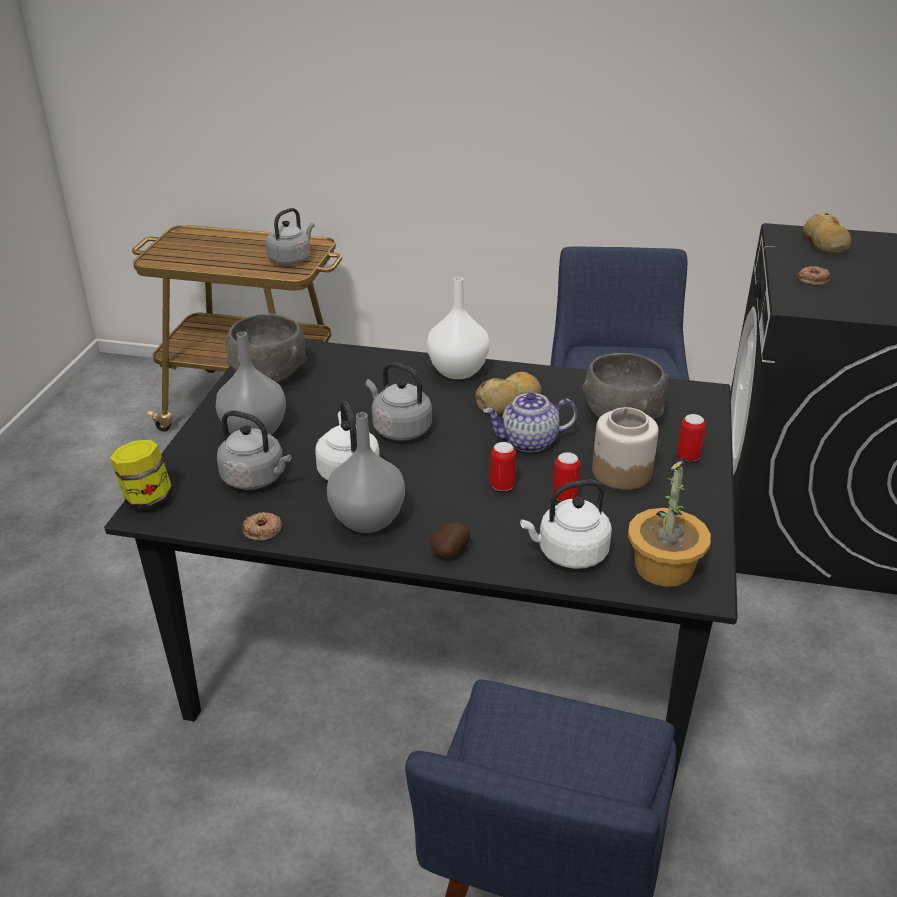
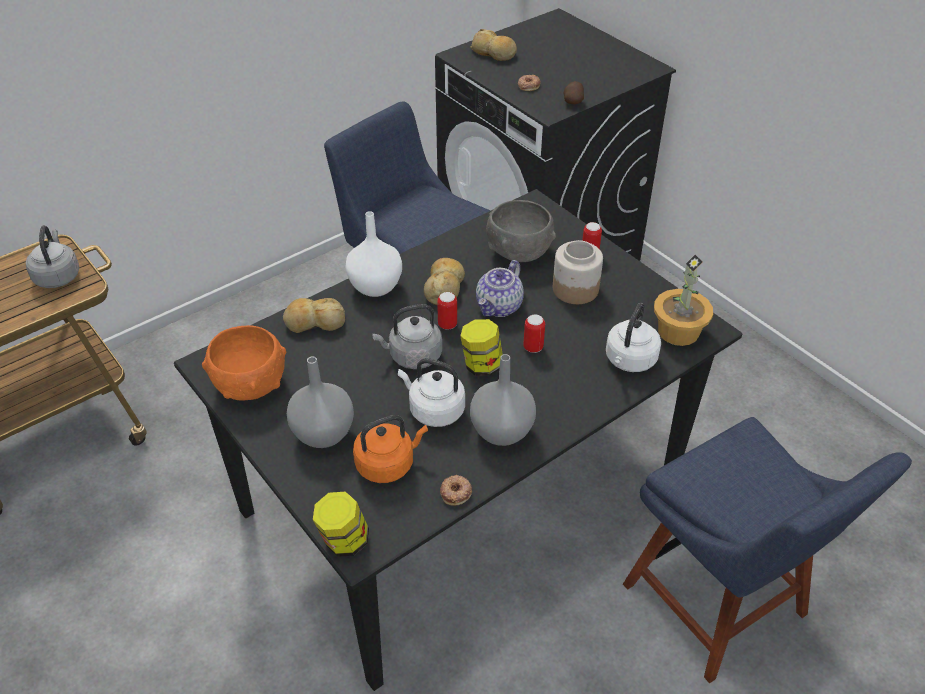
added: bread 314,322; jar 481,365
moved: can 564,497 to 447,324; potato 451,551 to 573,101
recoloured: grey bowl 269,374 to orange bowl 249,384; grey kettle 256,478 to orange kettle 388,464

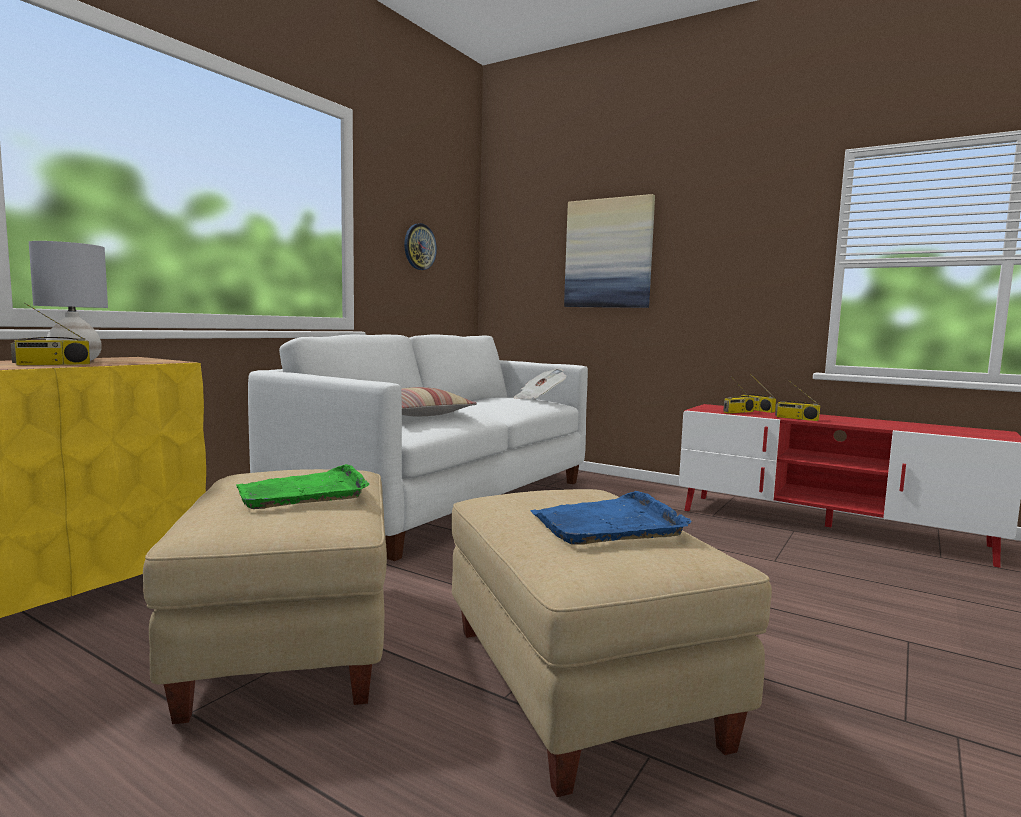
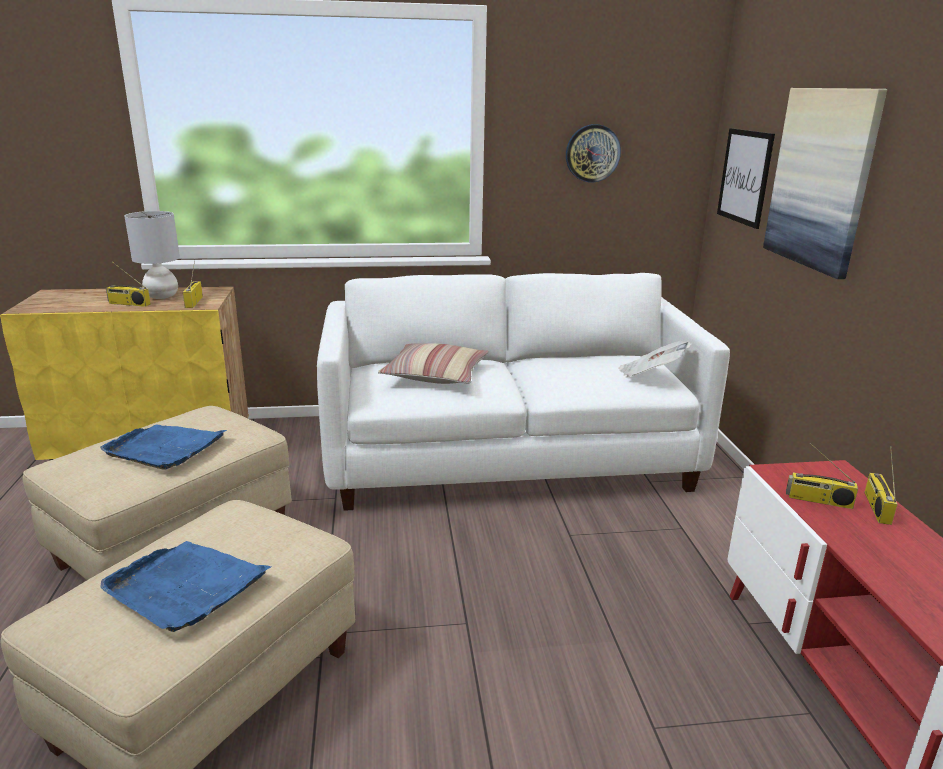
added: picture 745,177
moved: radio 796,418 to 193,302
recoloured: green tray 303,492 to blue tray 164,448

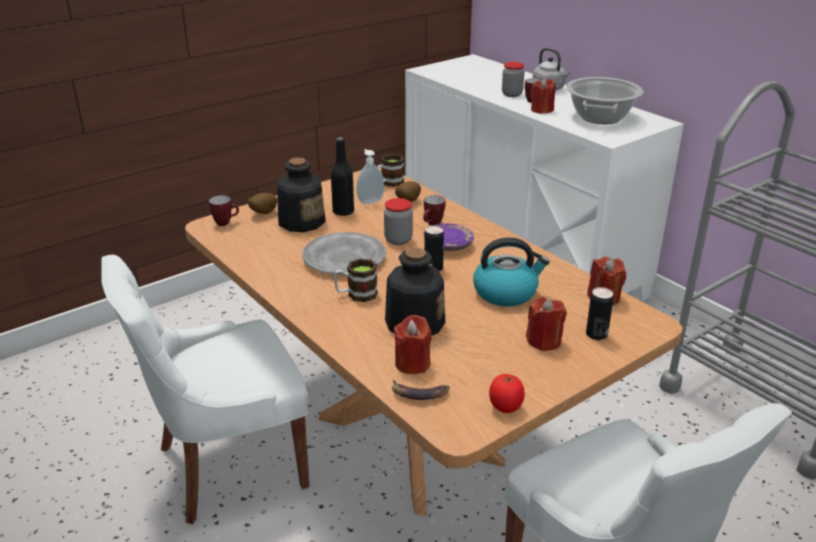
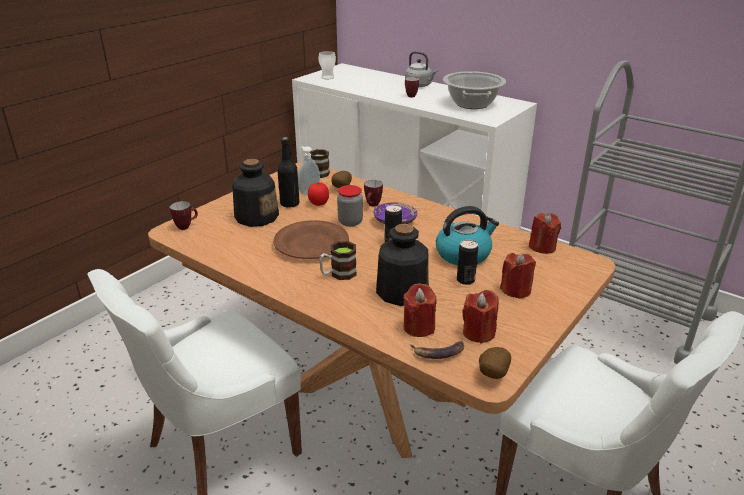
removed: jar 512,94
added: cup 327,77
moved: red candle 541,110 to 478,333; potato 262,213 to 492,375; can 596,334 to 465,280; tomato 505,407 to 318,203
recoloured: grey plate 345,258 to brown plate 312,244

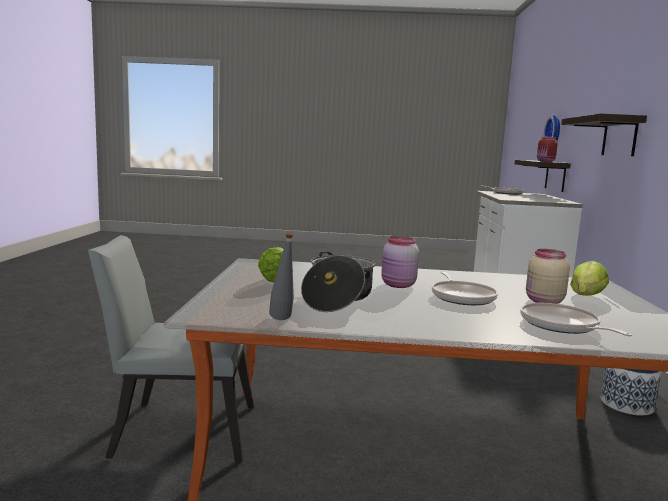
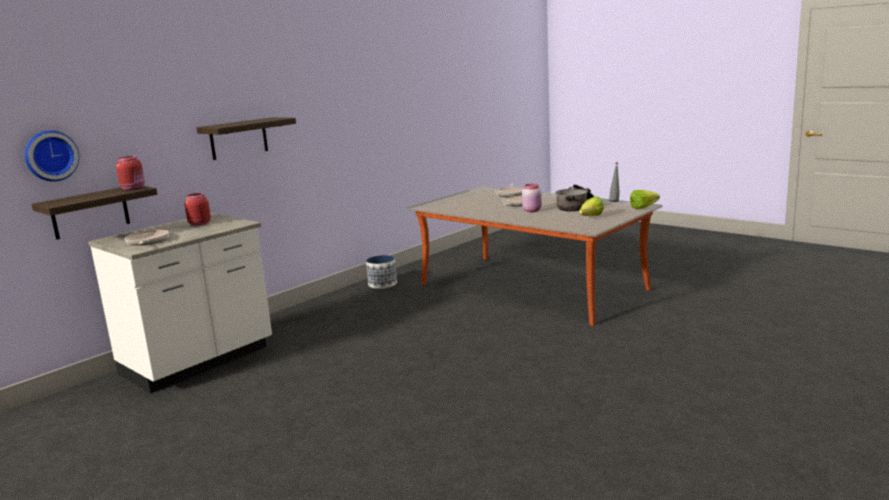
removed: grey chair 177,429; beige jar 543,301
added: red jar 199,224
moved: lettuce 583,298 to 646,207

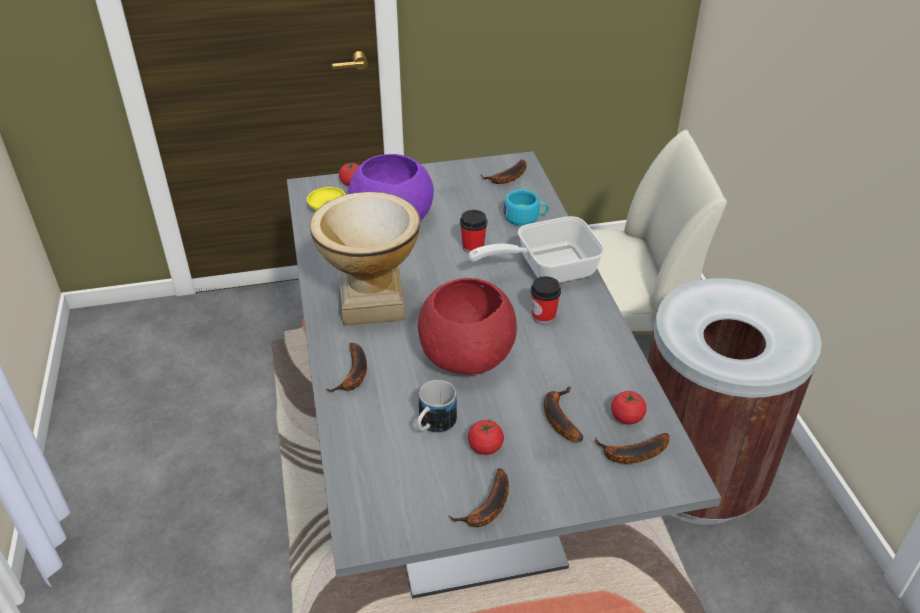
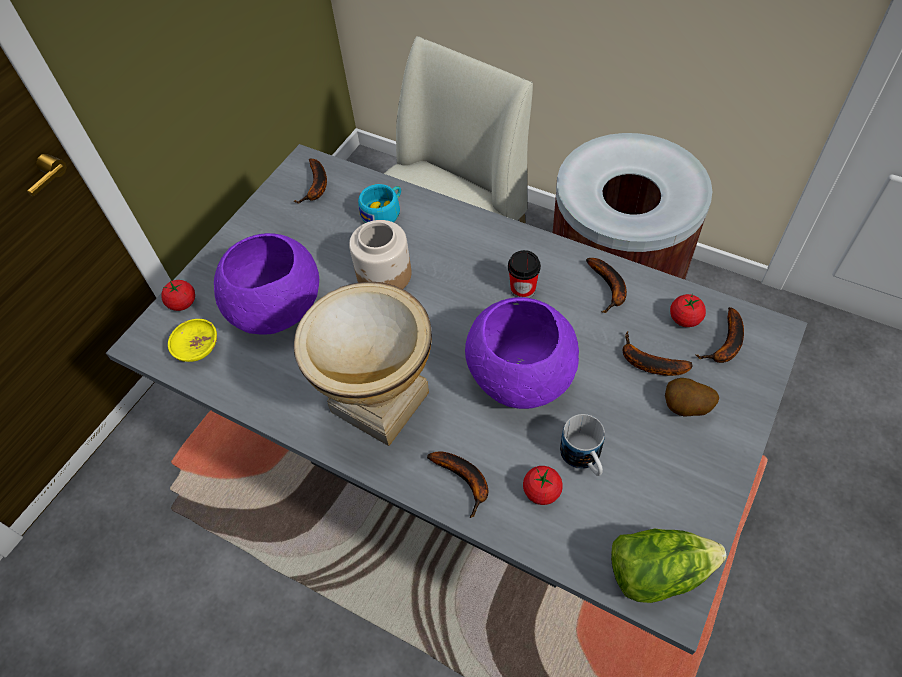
removed: frying pan 546,269
added: potato 685,408; lettuce 657,570
moved: tomato 485,447 to 541,491; banana 487,508 to 609,288
replaced: cup 473,248 to jar 384,276
recoloured: red bowl 467,356 to purple bowl 521,377

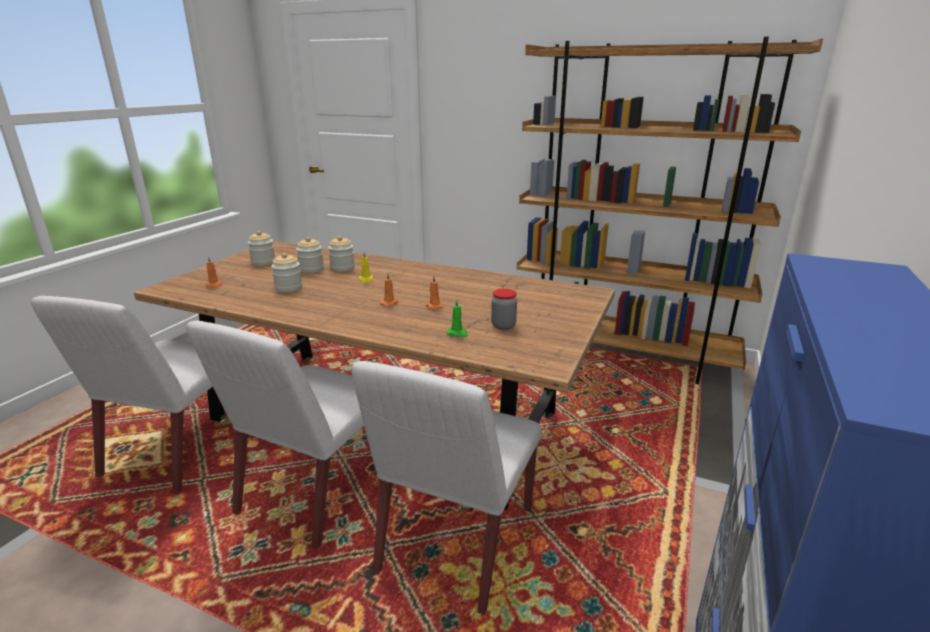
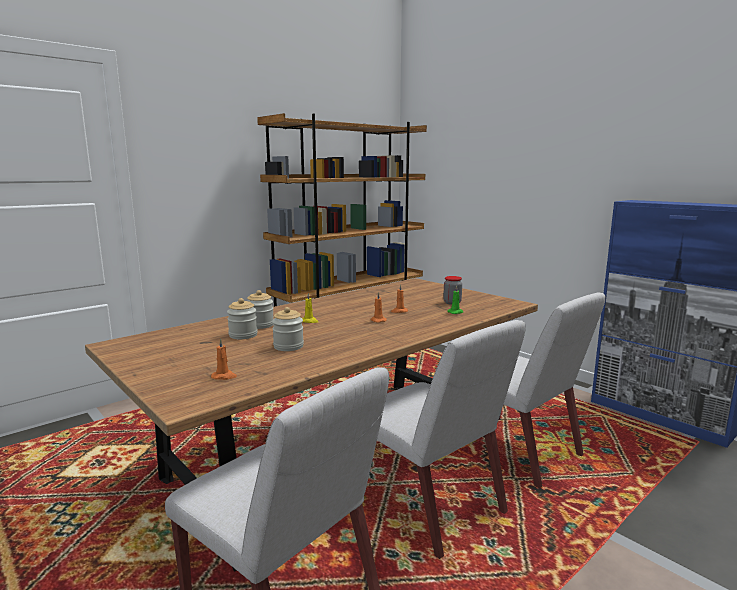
removed: jar 263,262

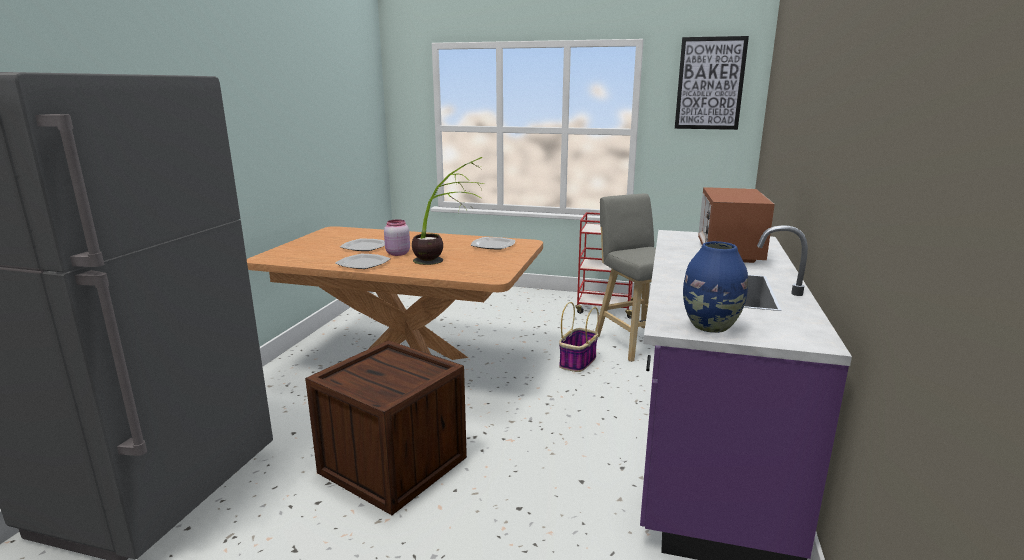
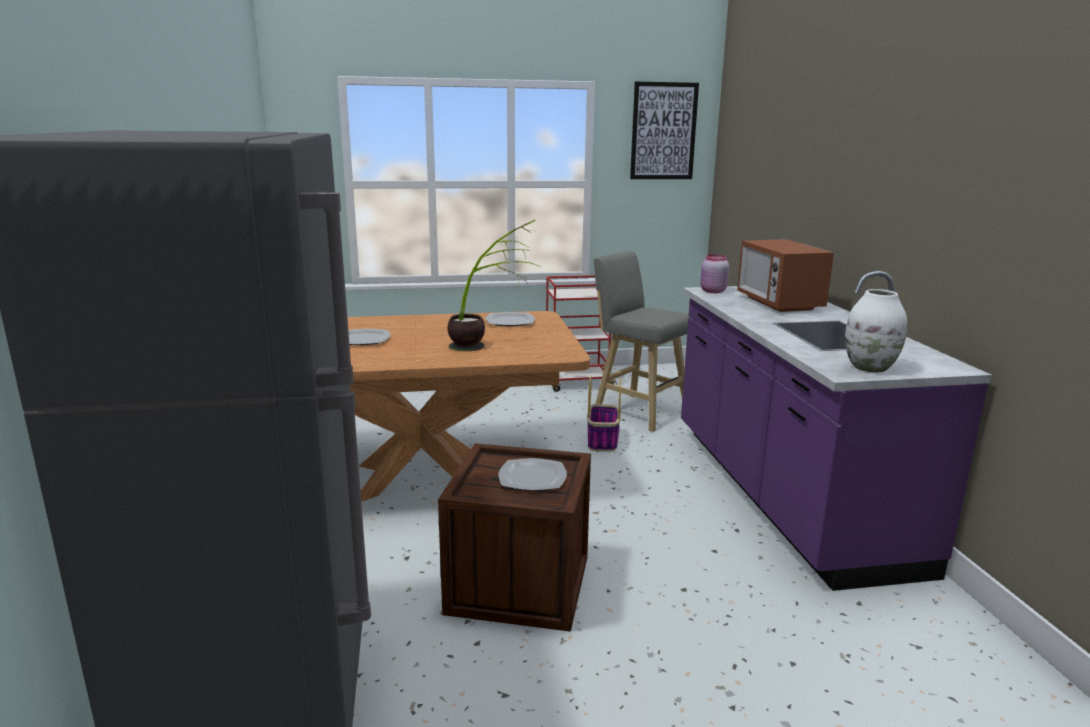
moved: pink jar 397,253 to 712,291; plate 362,263 to 532,478
recoloured: blue vase 710,326 to white vase 870,368

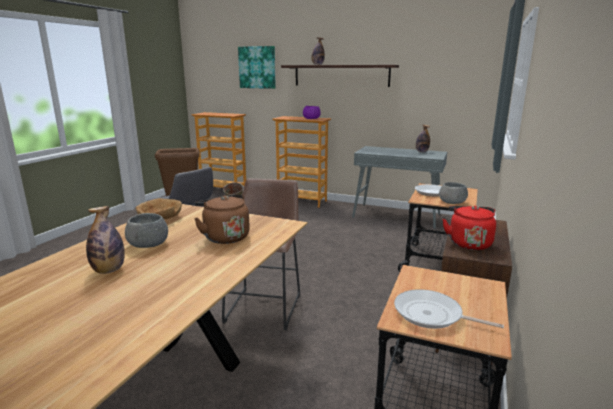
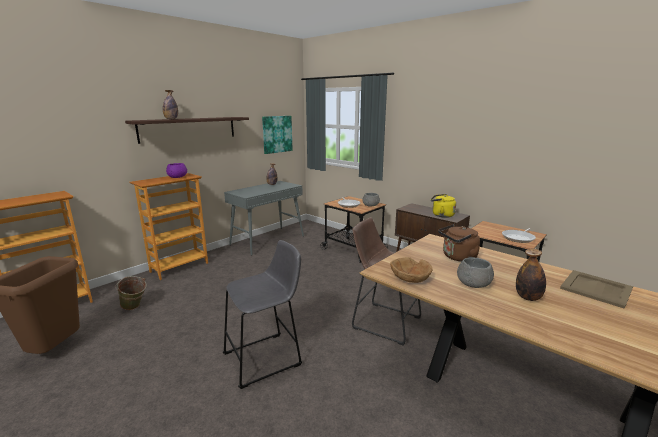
added: beige tray 596,288
moved: picture 257,67 to 277,134
recoloured: red kettle 468,243 to yellow kettle 441,215

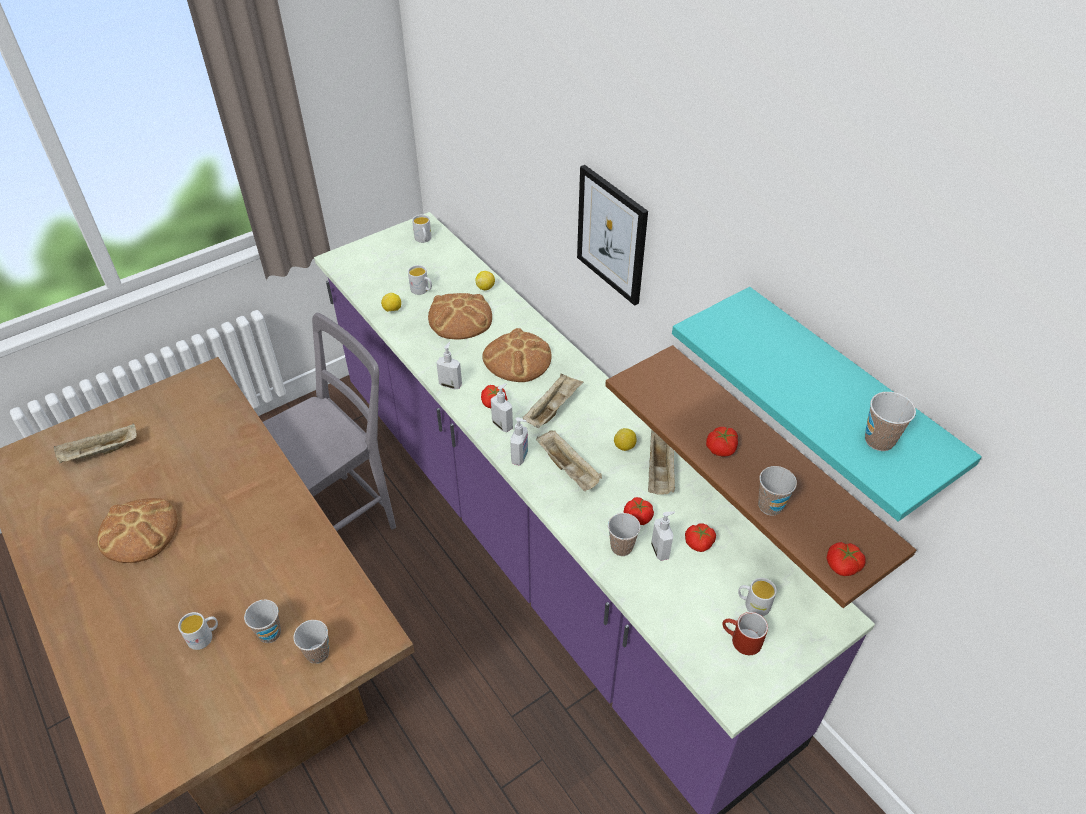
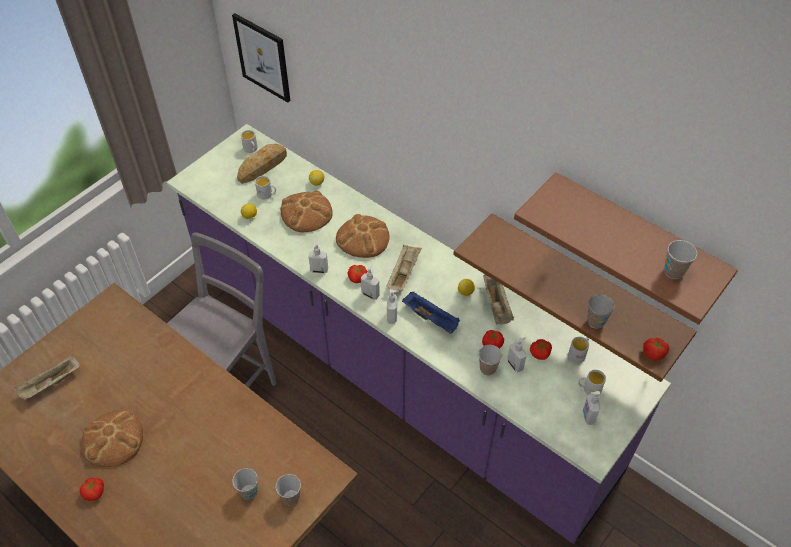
added: bread 262,166
moved: picture 612,235 to 263,57; tomato 721,449 to 94,492; white mug 204,636 to 578,353
replaced: red mug 740,641 to soap dispenser 588,416
recoloured: turquoise shelf 844,394 to brown shelf 635,238; beige tray 569,469 to blue tray 431,318

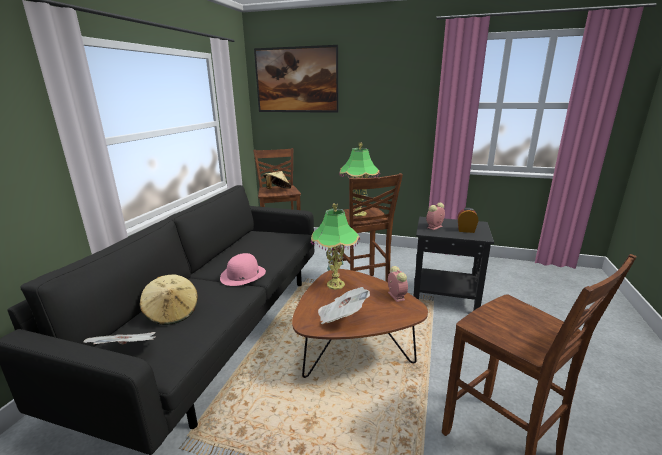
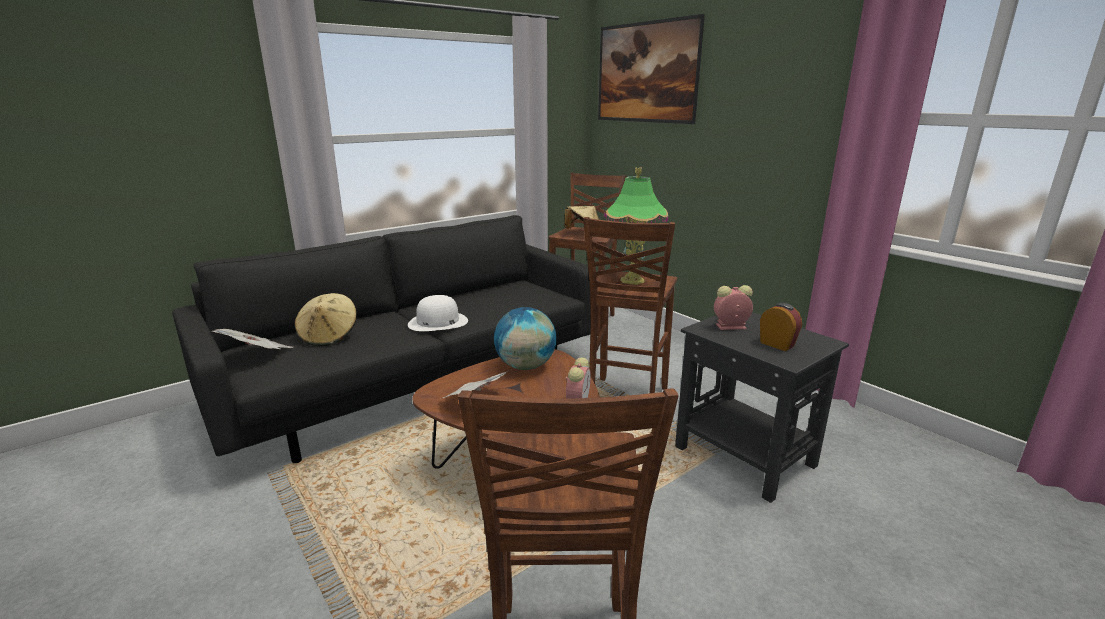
replaced: table lamp 335,285 to globe 525,366
recoloured: pink hat 243,275 to white hat 438,322

